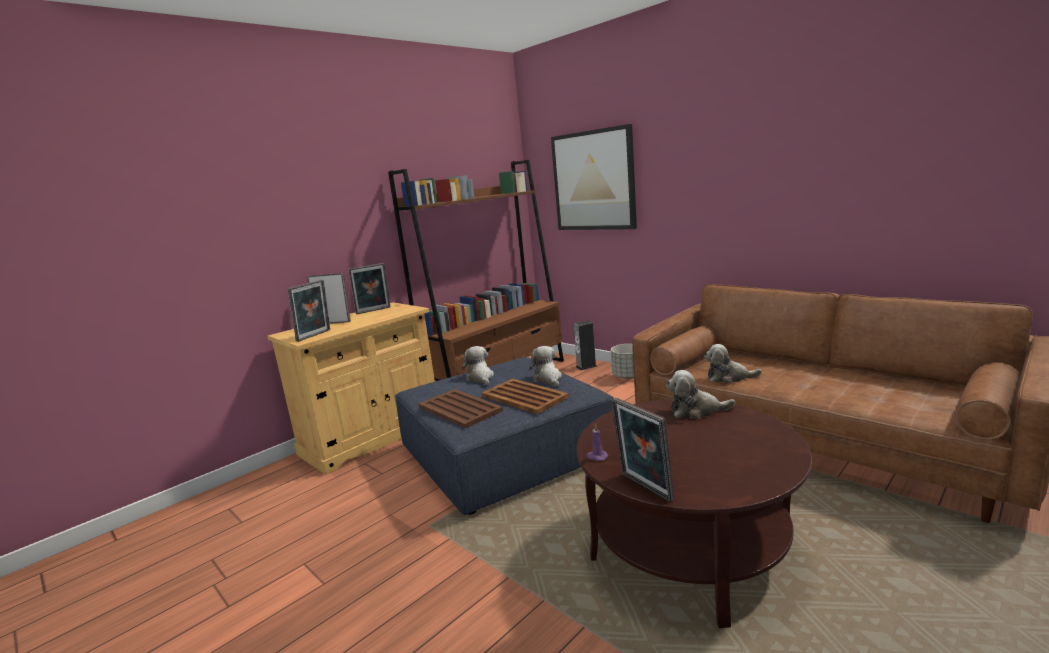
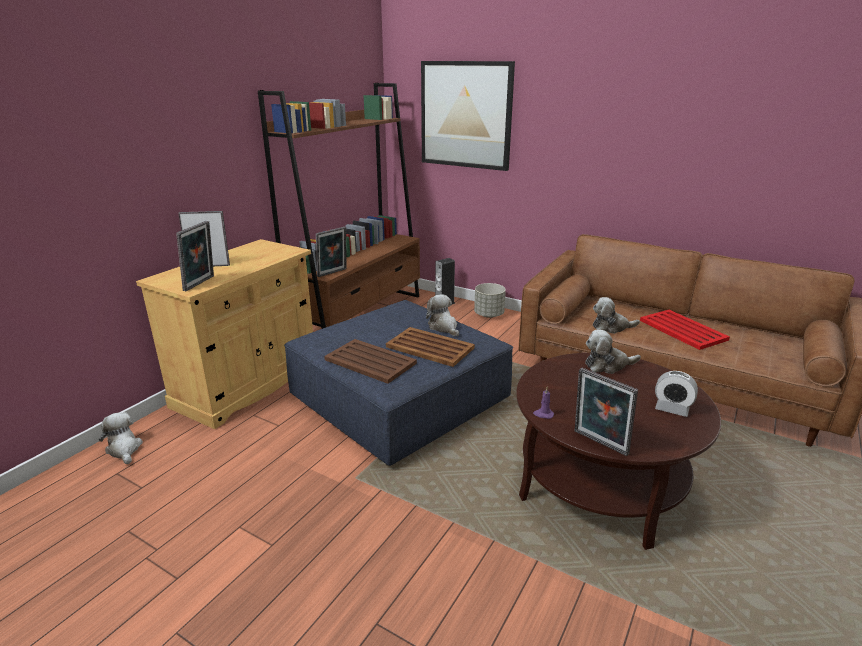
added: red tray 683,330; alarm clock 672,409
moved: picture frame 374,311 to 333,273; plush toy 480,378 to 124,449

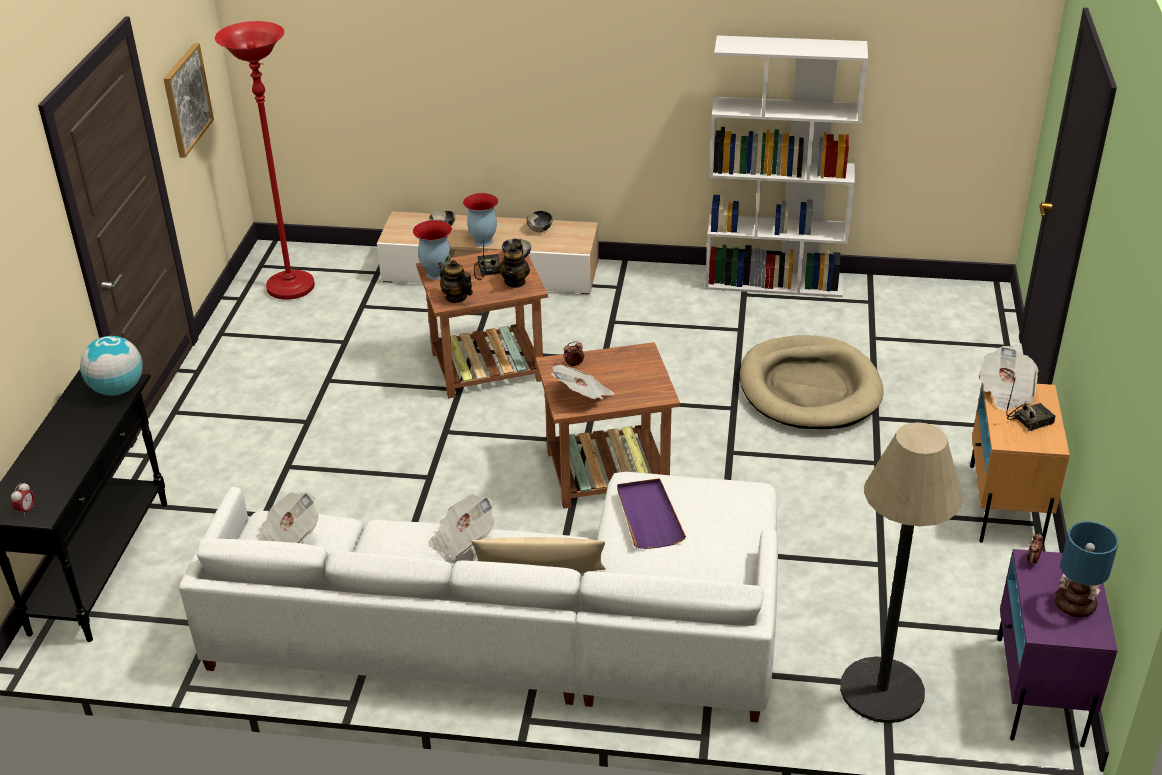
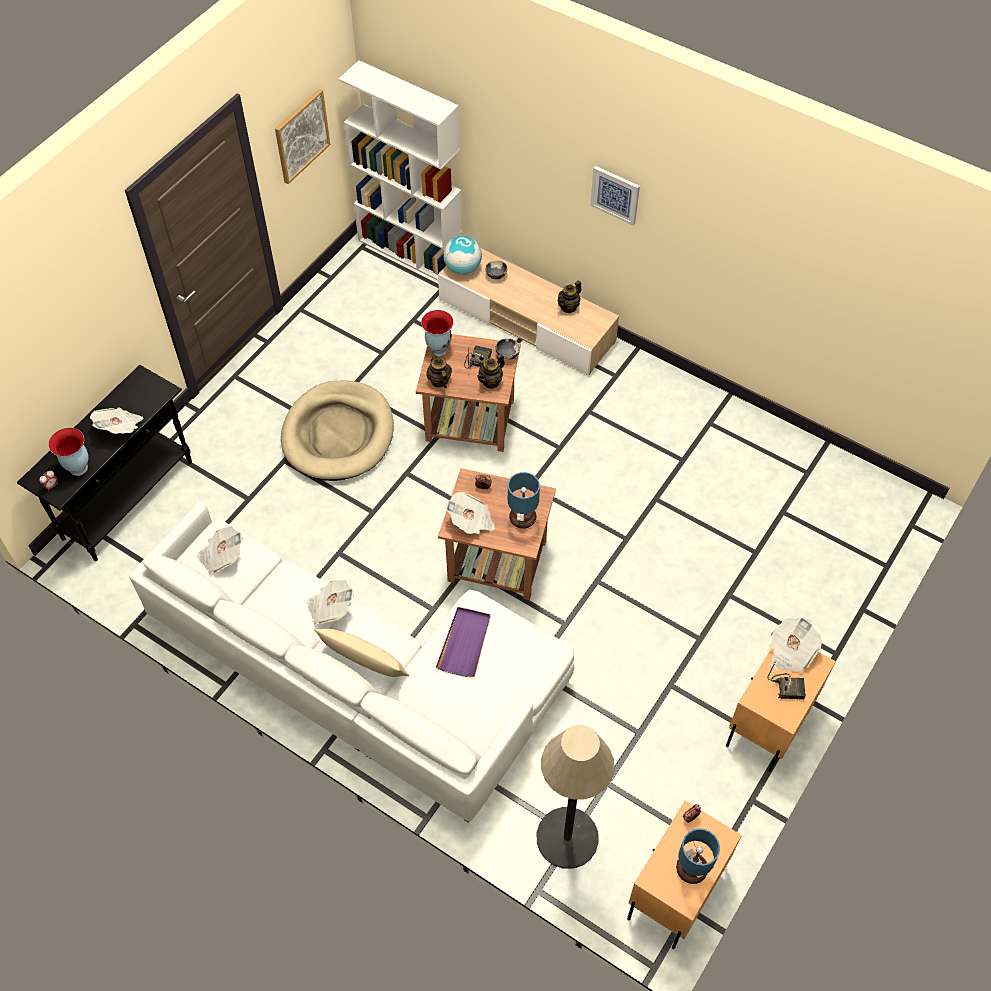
removed: red floor lamp 291,288
added: picture 615,194; newspaper 120,427; table lamp 523,519
moved: white bookcase 774,282 to 411,253; vase 483,242 to 78,468; beige dog bed 809,388 to 338,434; globe 117,389 to 462,268
replaced: bowl 540,229 to teapot 568,307
recoloured: purple nightstand 1039,691 to beige nightstand 675,890

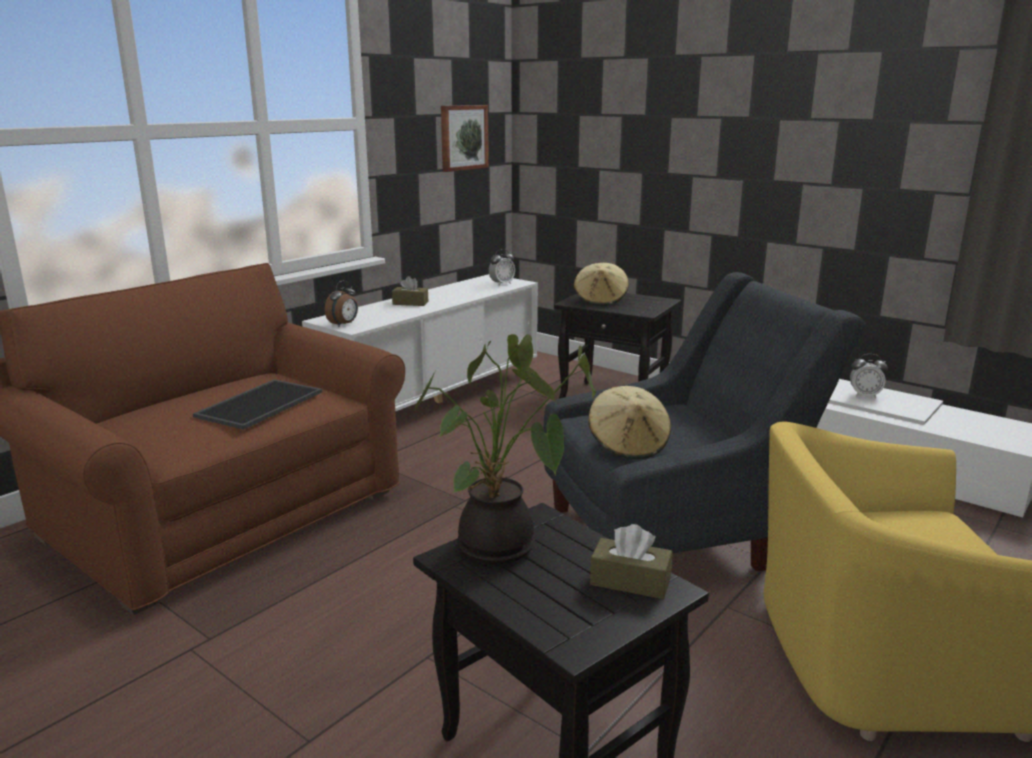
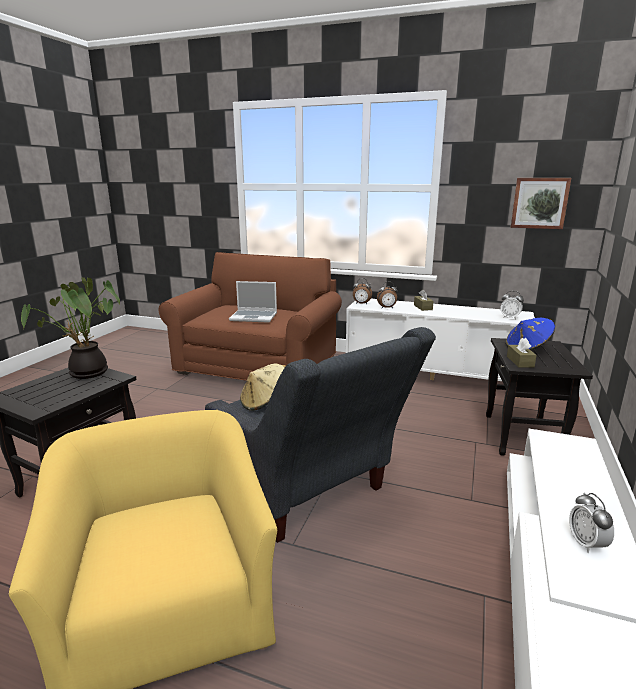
added: alarm clock 387,308
moved: brown tissue box 630,581 to 520,361
replaced: tray 259,403 to laptop 254,317
recoloured: beige hat 600,300 to blue hat 528,348

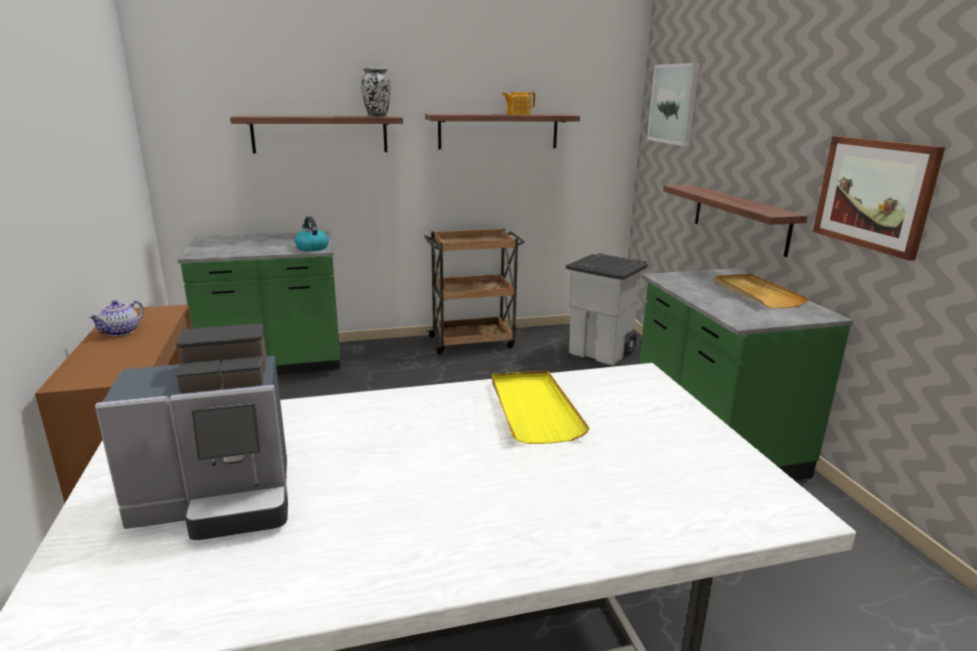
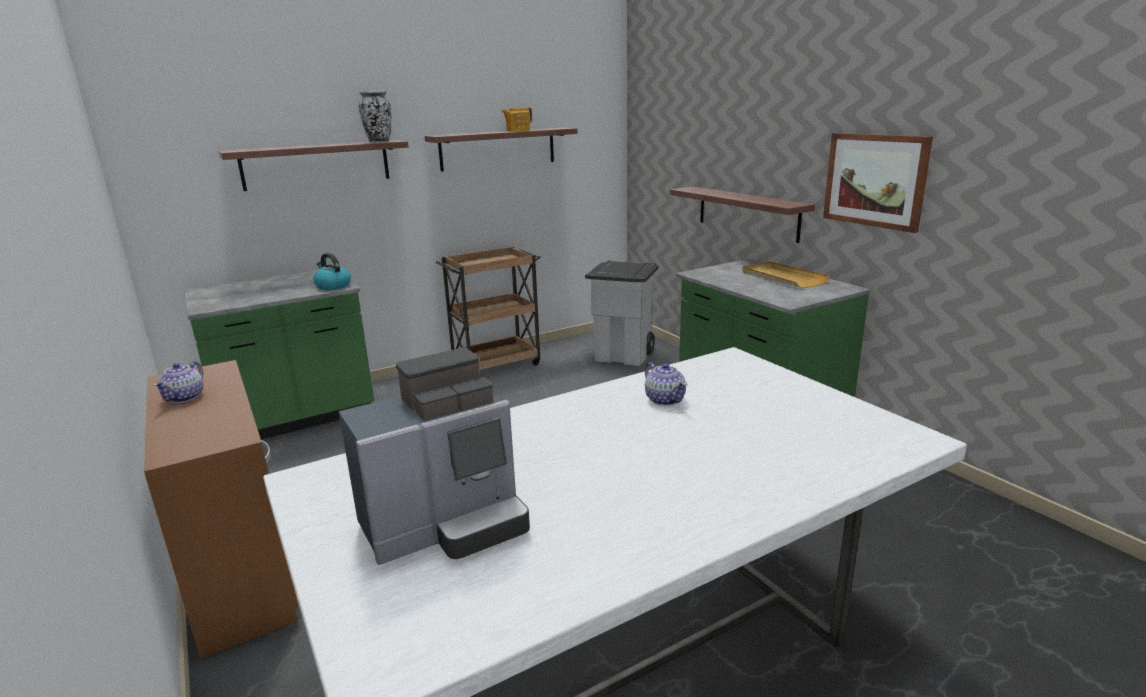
removed: picture 673,104
replaced: yellow tray 533,409 to teapot 665,399

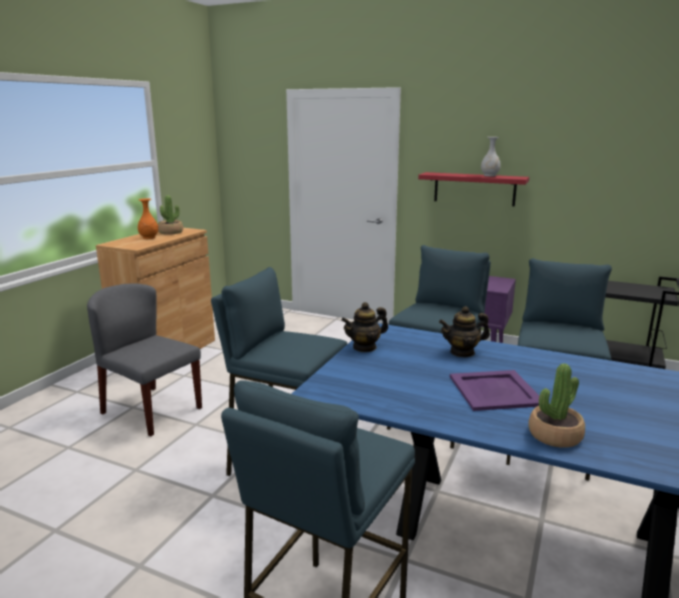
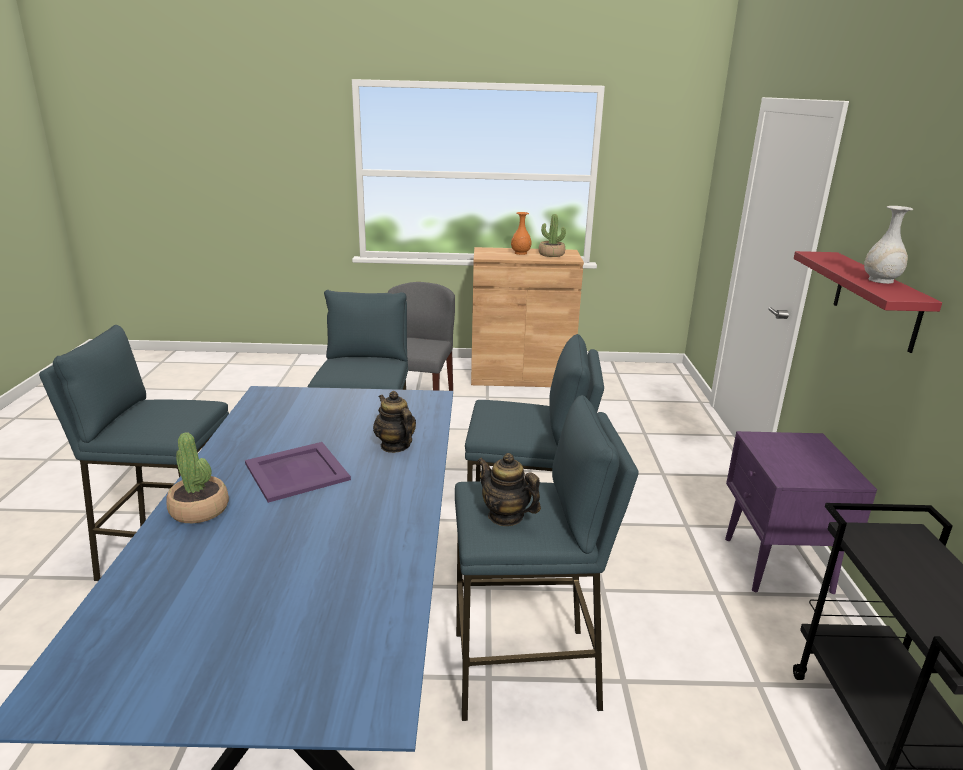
moved: teapot 365,347 to 506,516

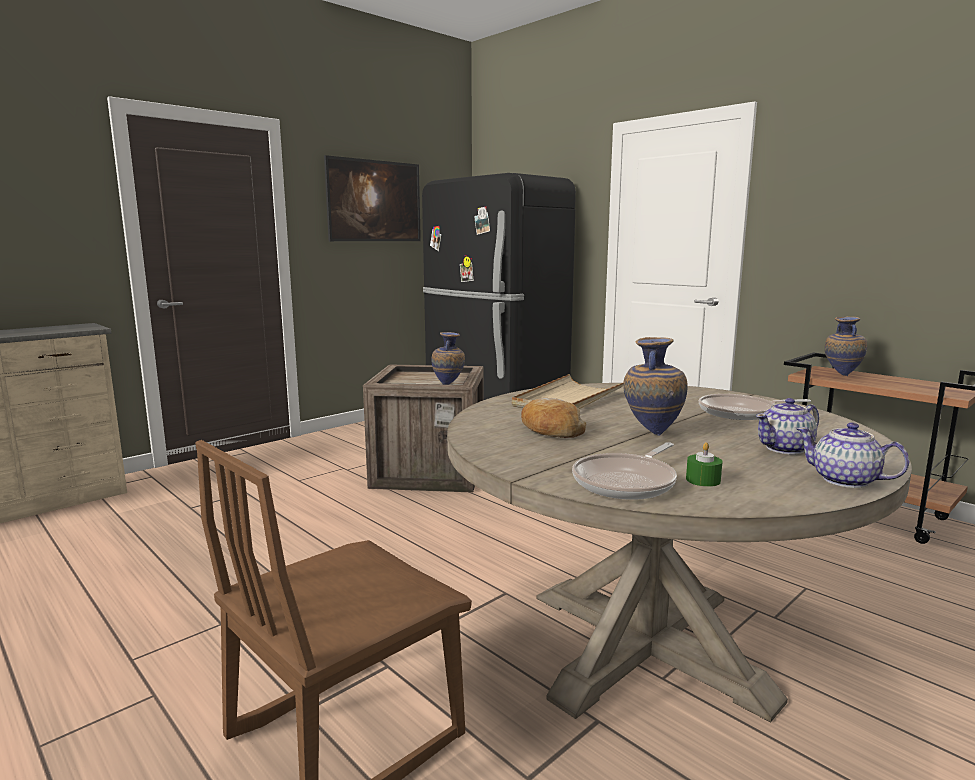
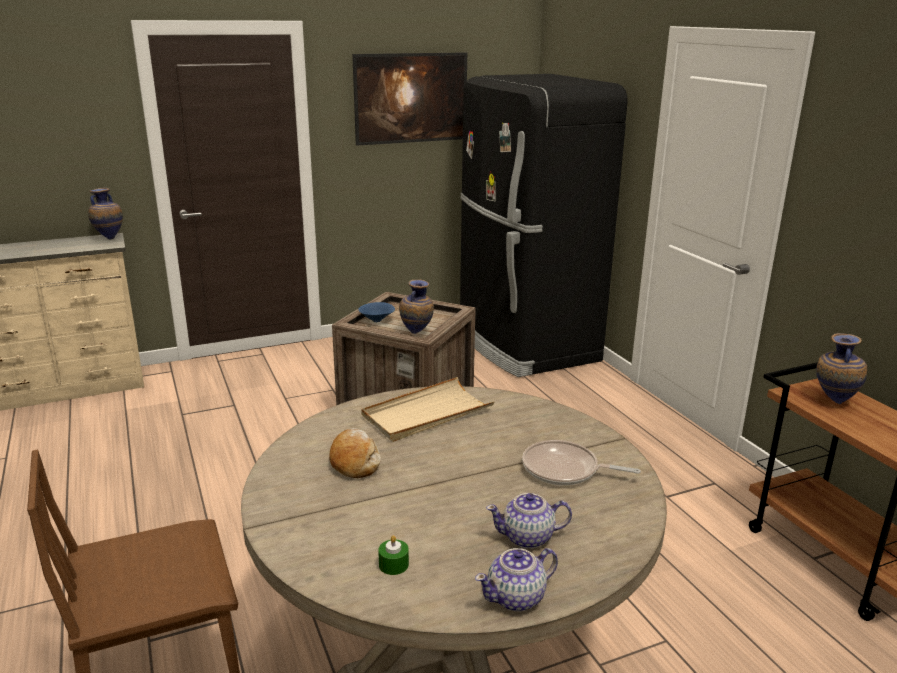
removed: frying pan 627,482
added: blue bowl 377,321
moved: vase 651,433 to 109,238
turned: teapot 845,481 = 517,597 90 degrees counterclockwise

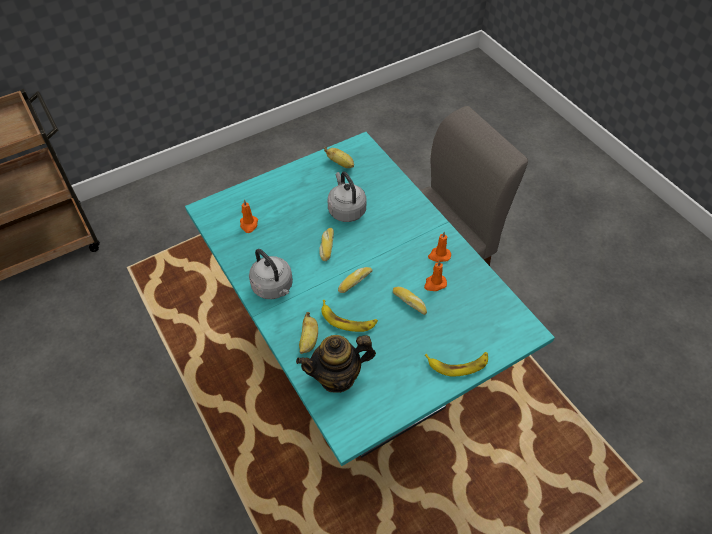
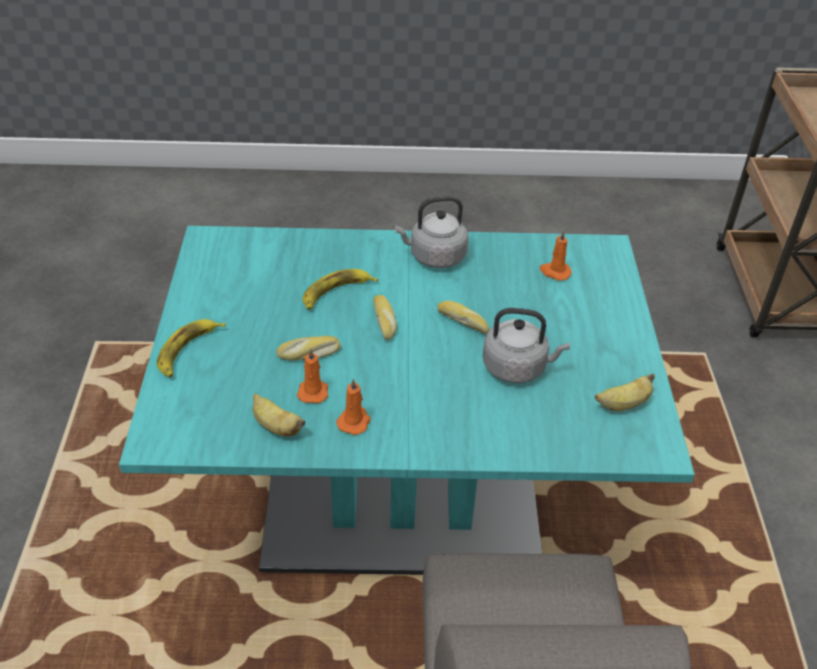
removed: teapot 337,377
moved: banana 308,340 to 276,427

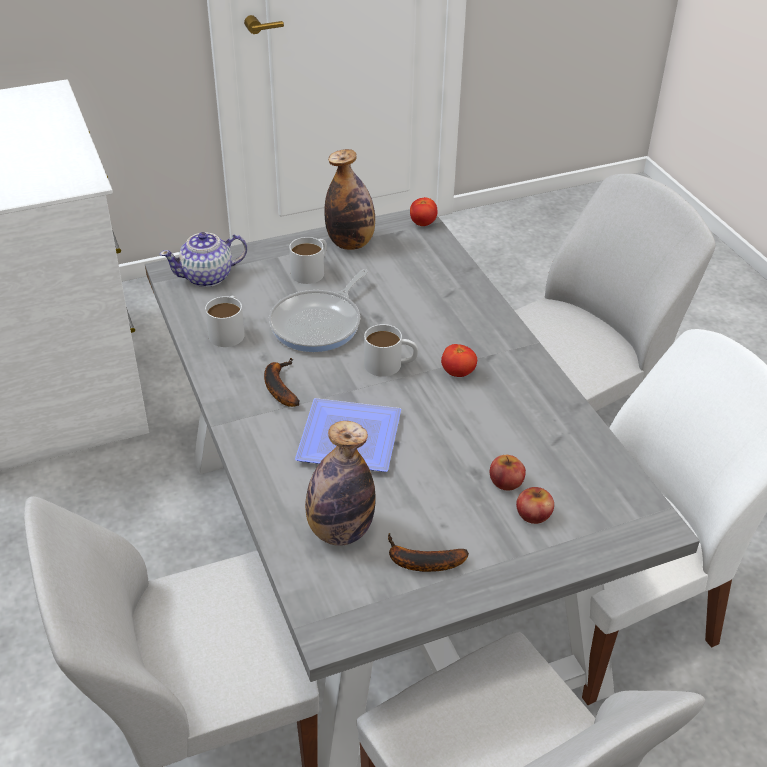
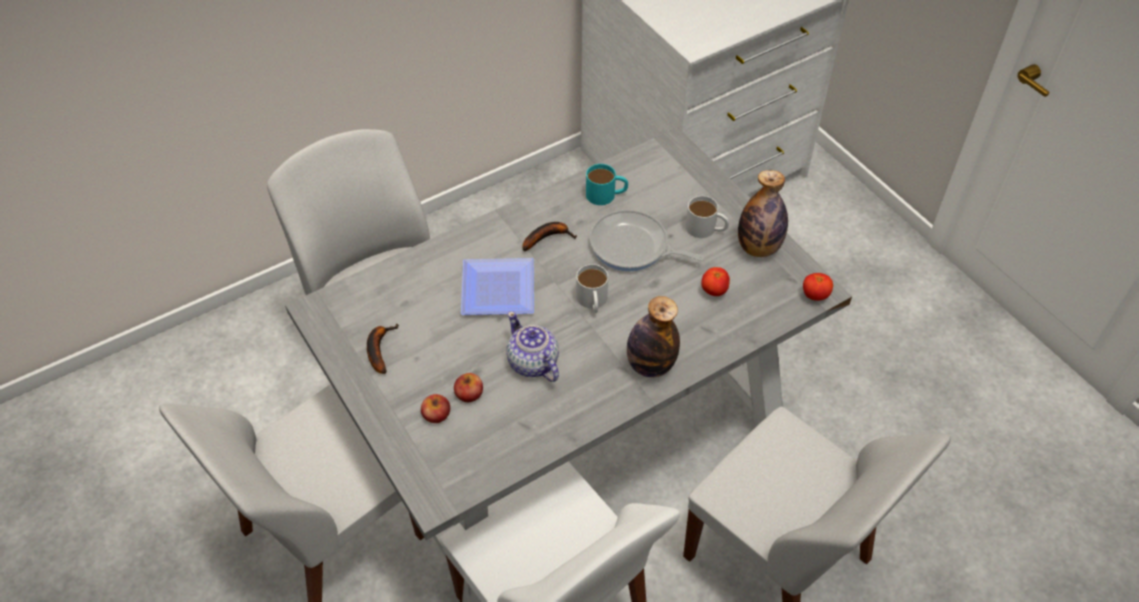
moved: teapot 208,277 to 533,363; tomato 458,373 to 714,290; bottle 340,531 to 650,365
recoloured: white mug 229,331 to turquoise mug 606,195

